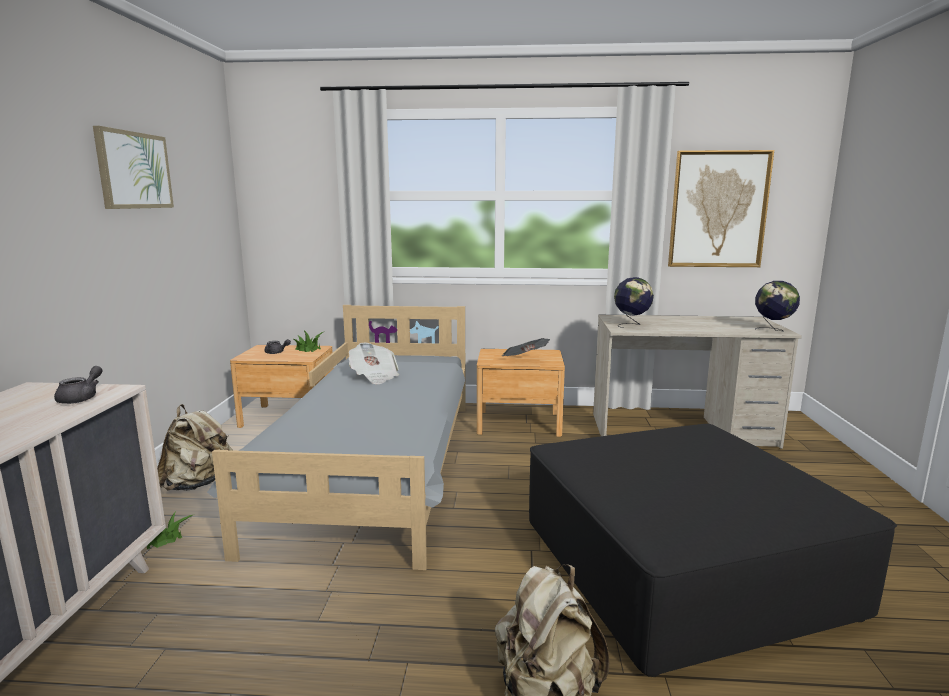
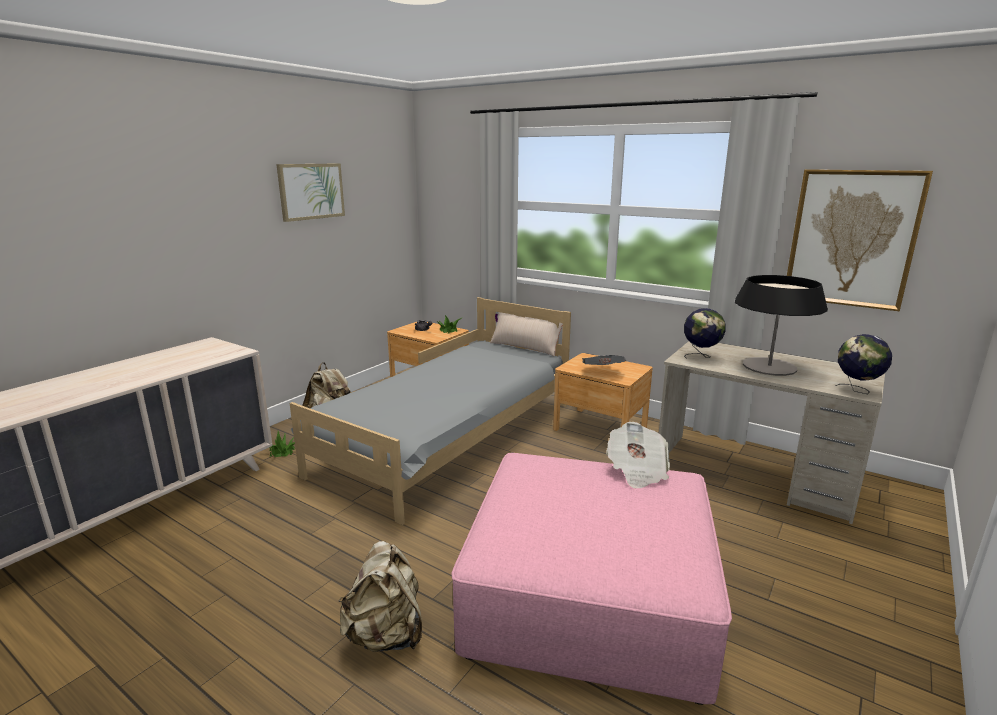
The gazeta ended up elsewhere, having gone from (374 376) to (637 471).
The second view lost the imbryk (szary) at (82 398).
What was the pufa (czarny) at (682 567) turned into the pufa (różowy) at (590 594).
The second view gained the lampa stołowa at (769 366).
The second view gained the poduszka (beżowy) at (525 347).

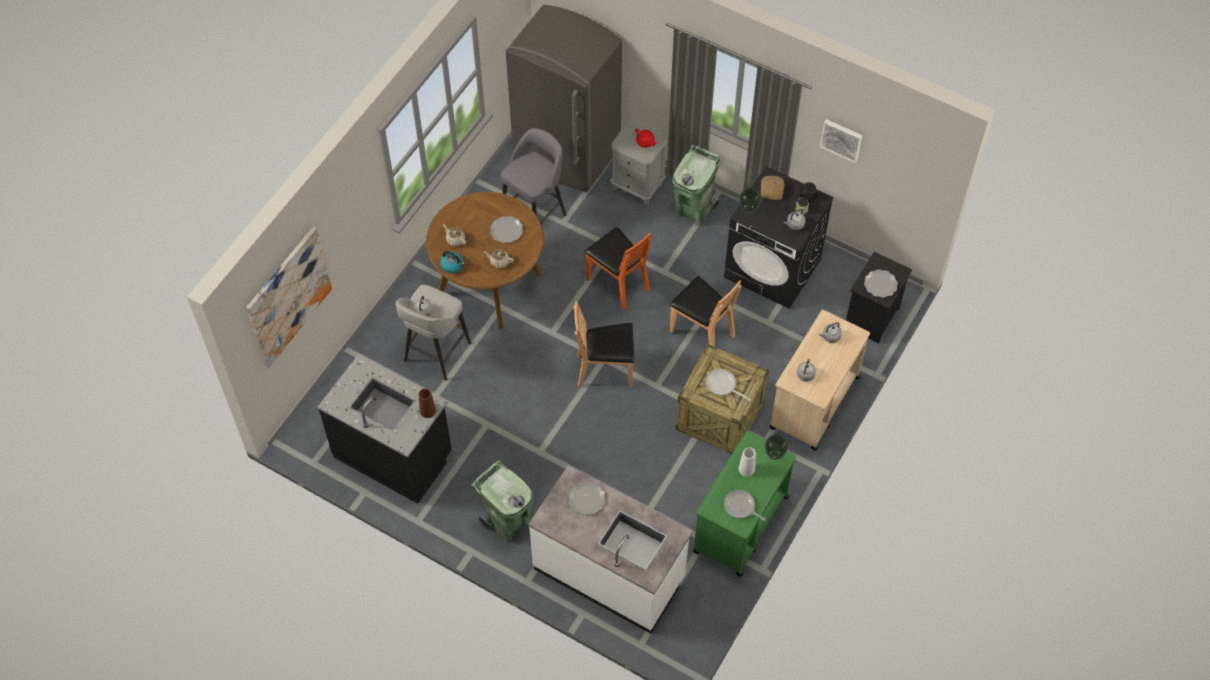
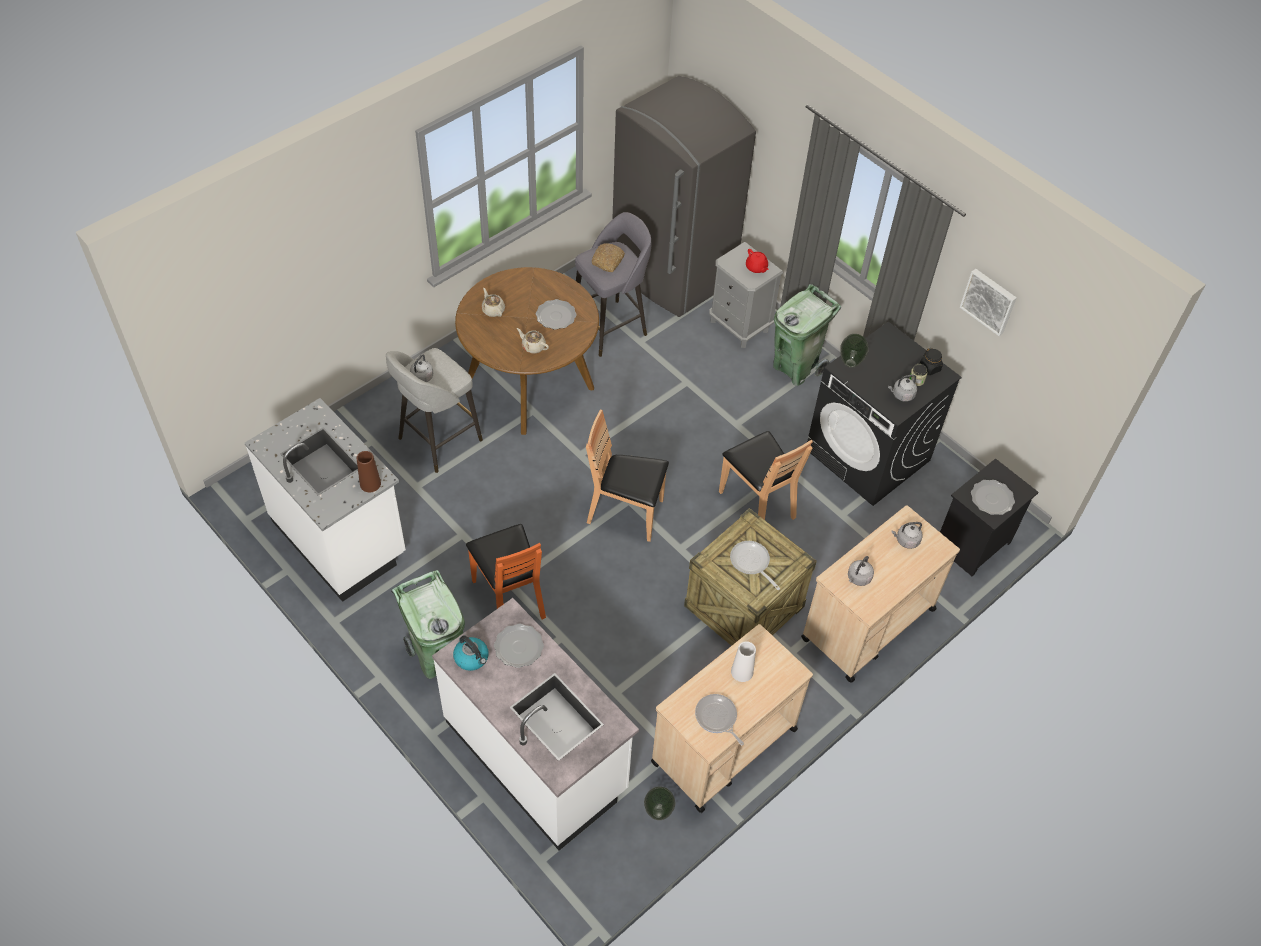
The chleb ended up elsewhere, having gone from (772 190) to (608 261).
The second view lost the obraz at (288 296).
The krzesło (pomarańczowy) ended up elsewhere, having gone from (618 283) to (509 597).
The czajnik ended up elsewhere, having gone from (453 265) to (472 658).
What was the zabudowa kuchenna (czarny) at (394 455) turned into the zabudowa kuchenna (biały) at (340 538).
What was the wózek (zielony) at (740 525) turned into the wózek (beżowy) at (723 746).
The wazon ended up elsewhere, having gone from (774 455) to (657 812).

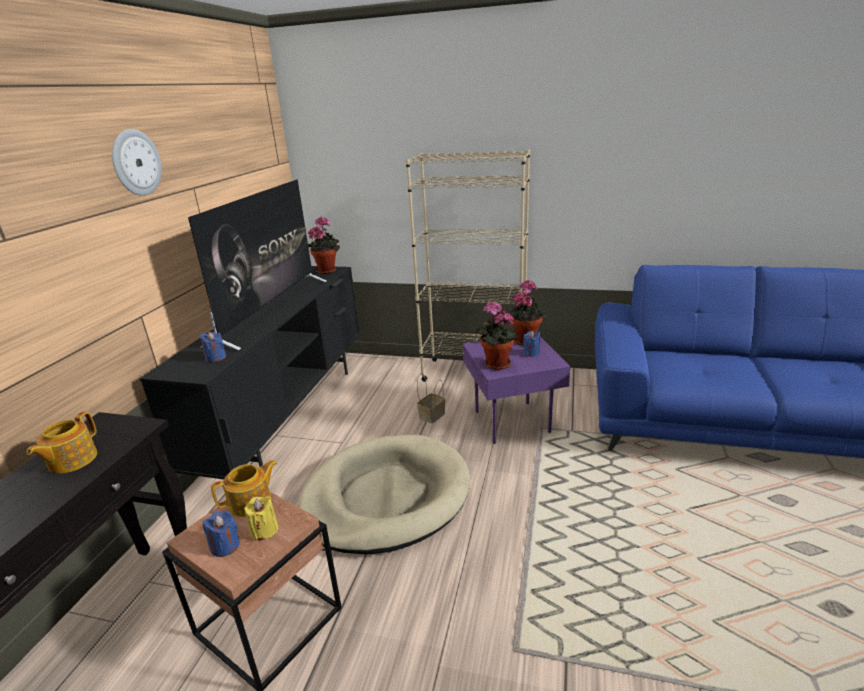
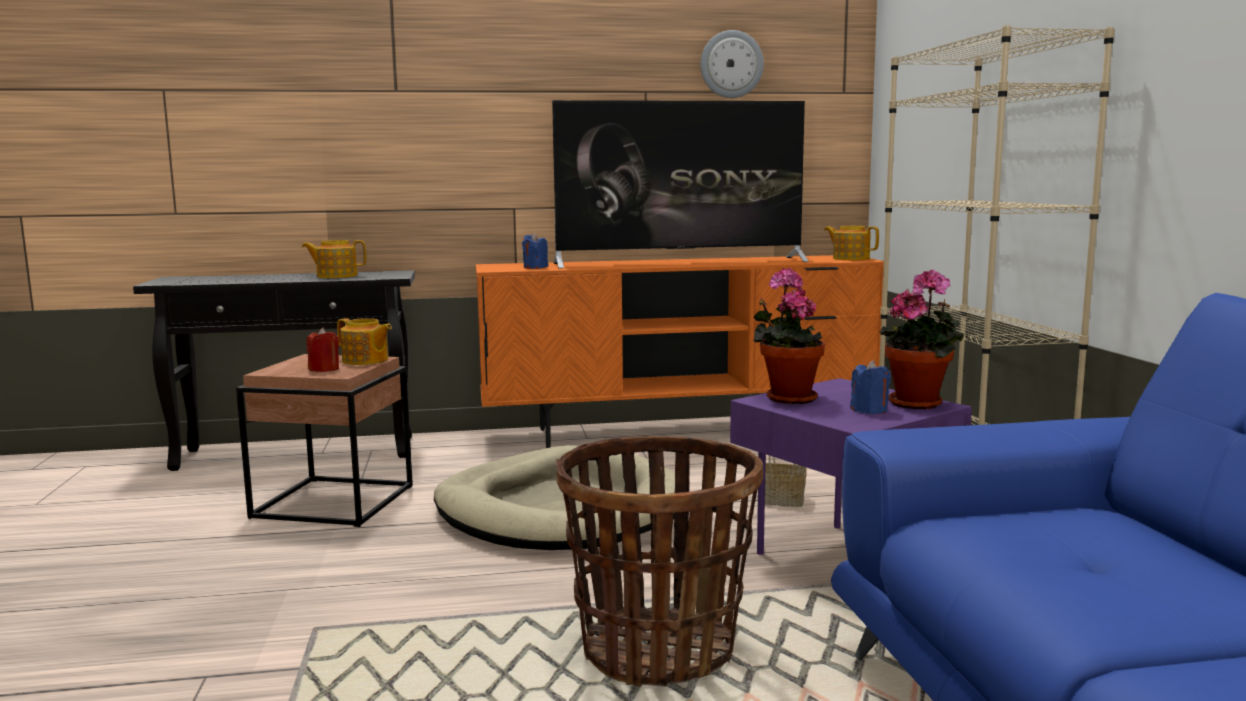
The zegar ścienny ended up elsewhere, having gone from (136 162) to (731 64).
Where the roślina doniczkowa stood at (327 270), the imbryk came to stand at (850 258).
What was the szafka pod telewizor (czarny) at (290 415) turned into the szafka pod telewizor (pomarańczowy) at (681 432).
What was the świeca (żółty) at (264 530) turned into the świeca (czerwony) at (324 369).
The second view lost the świeca (niebieski) at (225 546).
The second view gained the koszyk at (658 650).

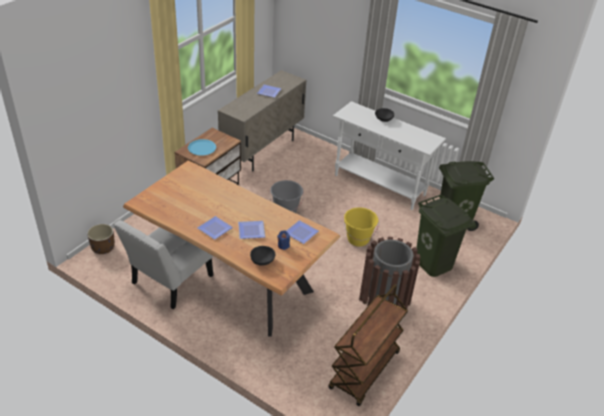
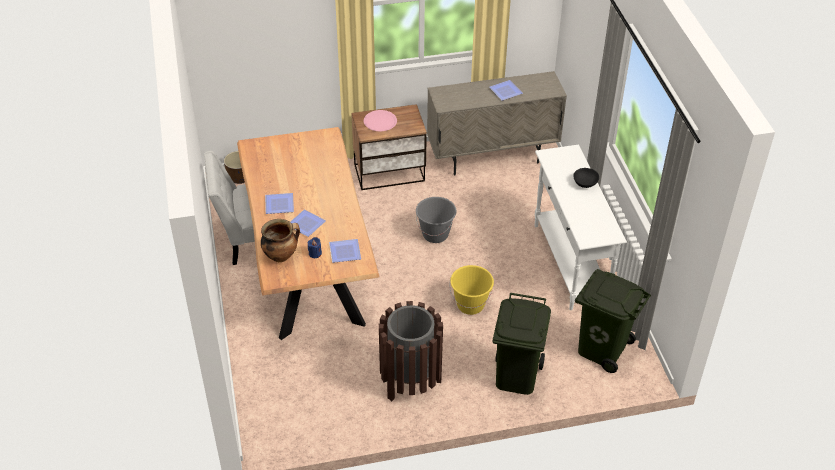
What was the talerz (niebieski) at (202 148) turned into the talerz (różowy) at (380 121).
Where the miska (czarny) stood at (262 260), the garnek came to stand at (281 255).
The second view lost the wózek (brązowy) at (365 371).

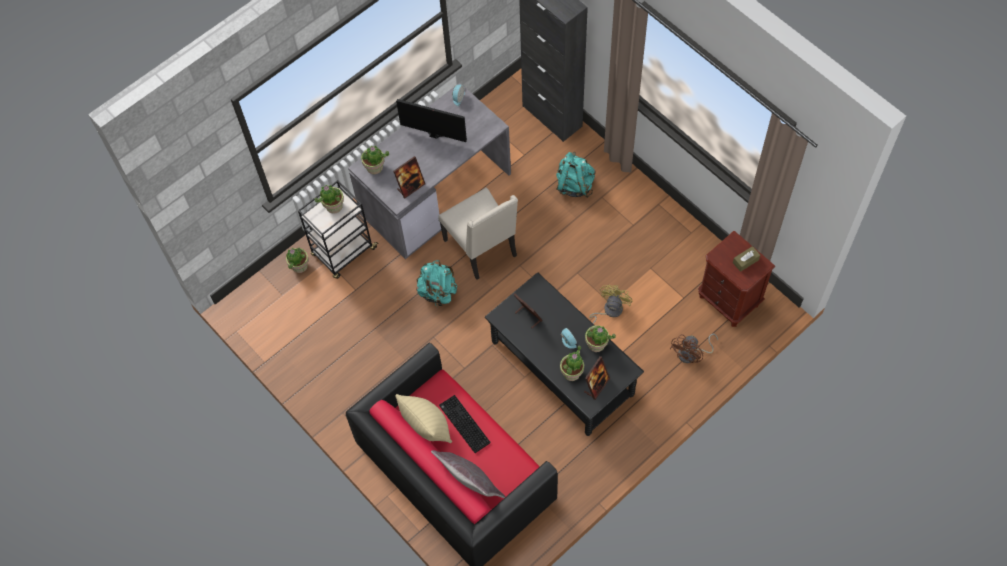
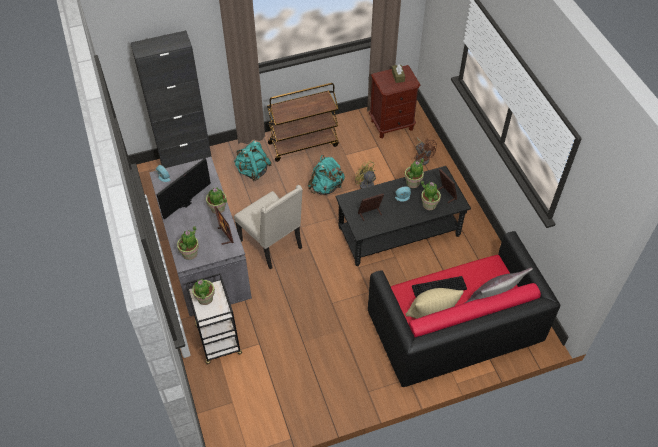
The krzesło (beżowy) at (482 248) ended up facing another way, 60 degrees clockwise from before.
The roślina doniczkowa ended up elsewhere, having gone from (299 266) to (218 208).
The plecak (turkusowy) ended up elsewhere, having gone from (438 292) to (326 187).
The second view gained the wózek (brązowy) at (303 144).

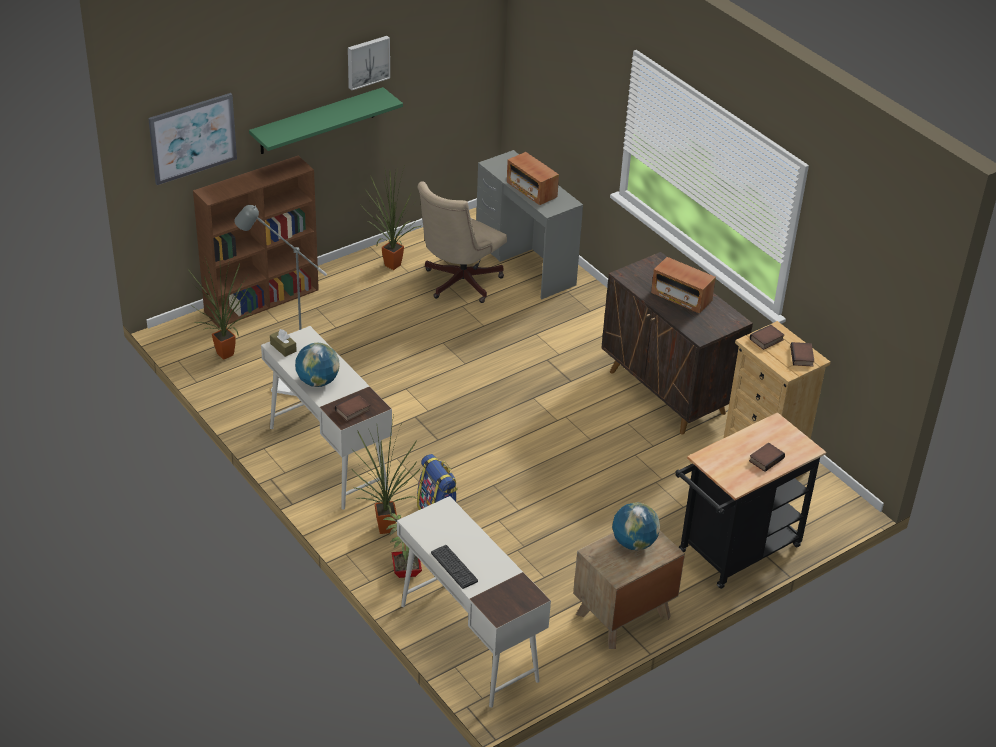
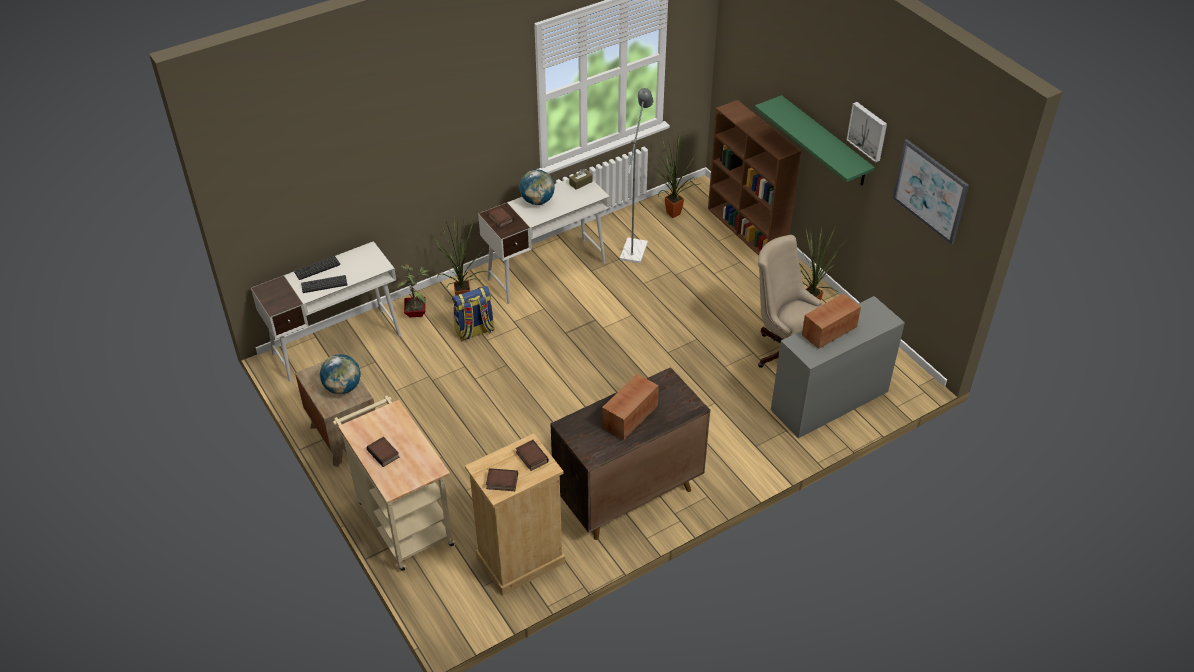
The obraz ended up elsewhere, having gone from (193 138) to (930 191).
What was the wózek (czarny) at (733 553) turned into the wózek (beżowy) at (402 520).
The second view gained the klawiatura at (324 284).

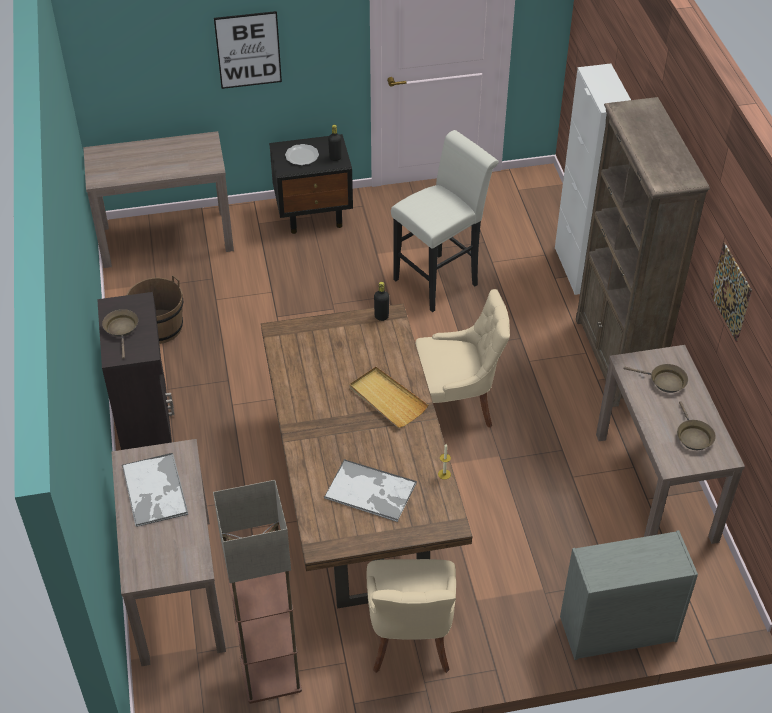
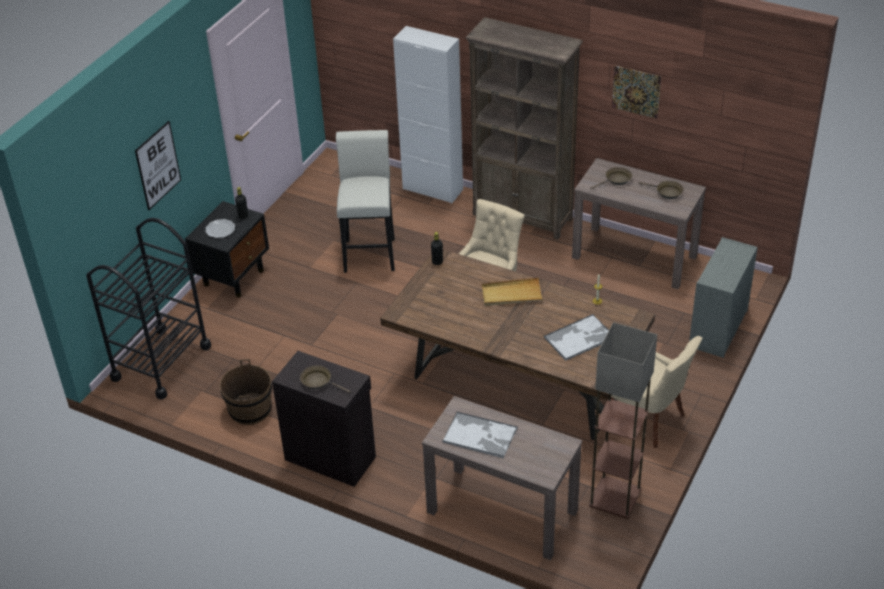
Where the stolik konsolowy (brązowy) stood at (167 238), the wózek (czarny) came to stand at (161 362).

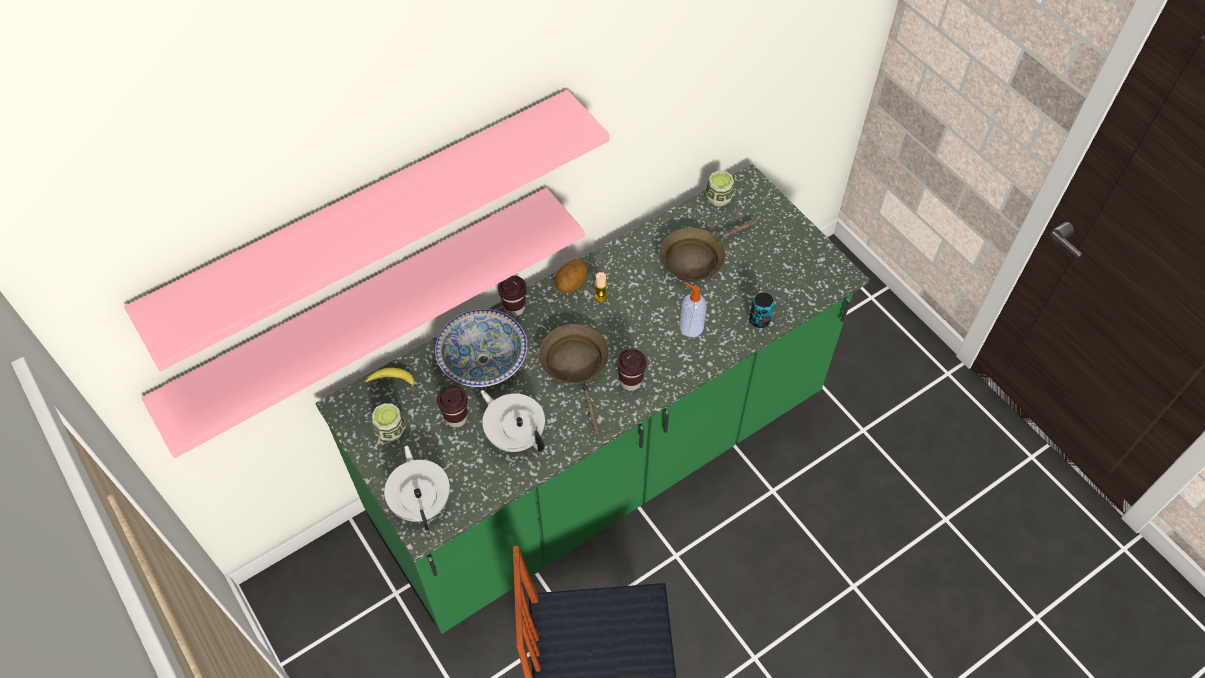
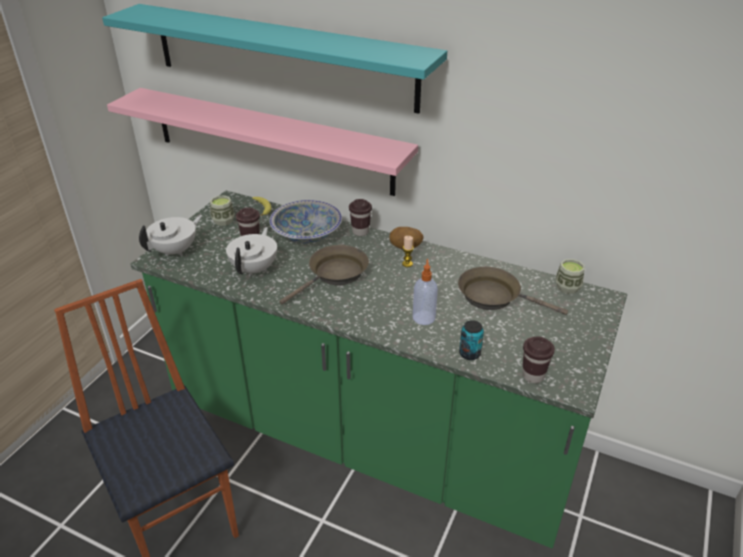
What was the półka (różowy) at (368 218) turned into the półka (turkusowy) at (281 56).
The filiżanka (brązowy) ended up elsewhere, having gone from (630 382) to (533 376).

